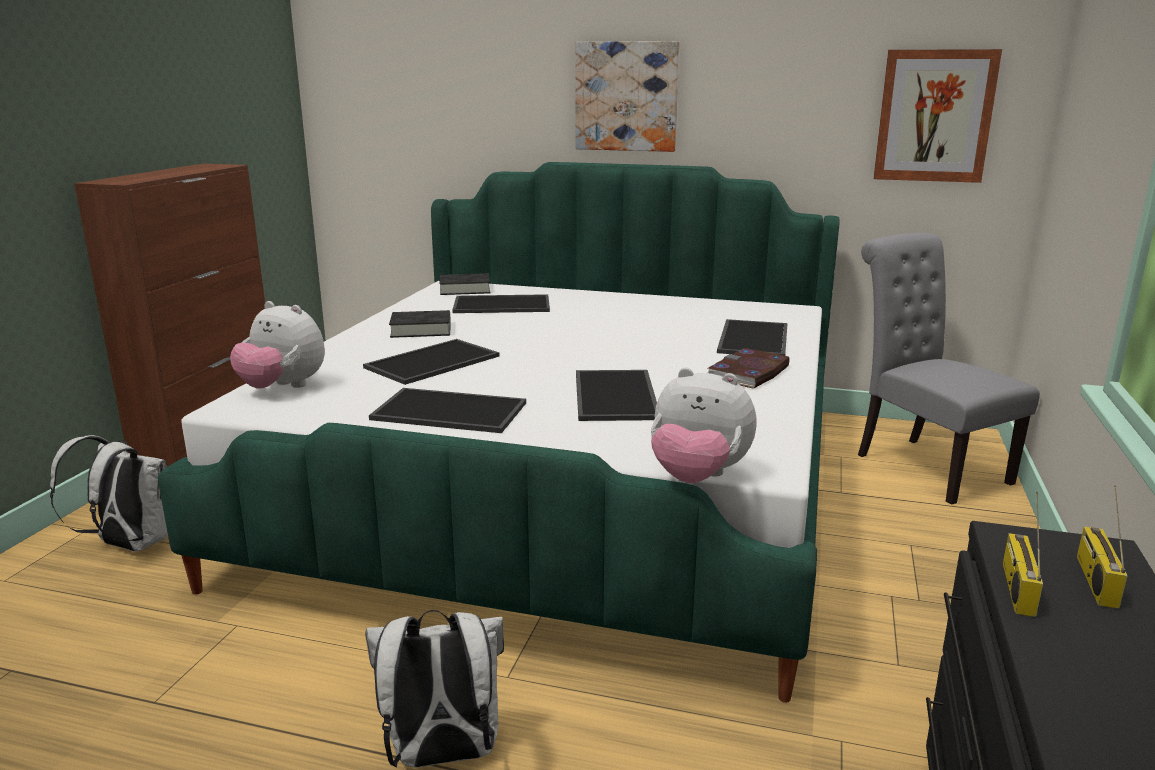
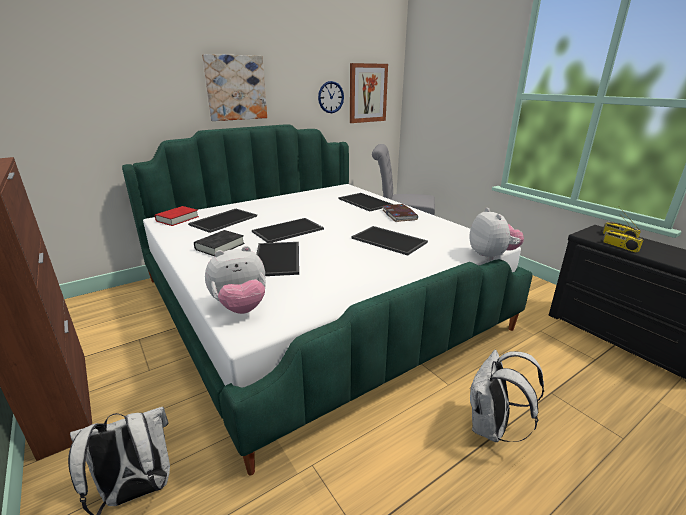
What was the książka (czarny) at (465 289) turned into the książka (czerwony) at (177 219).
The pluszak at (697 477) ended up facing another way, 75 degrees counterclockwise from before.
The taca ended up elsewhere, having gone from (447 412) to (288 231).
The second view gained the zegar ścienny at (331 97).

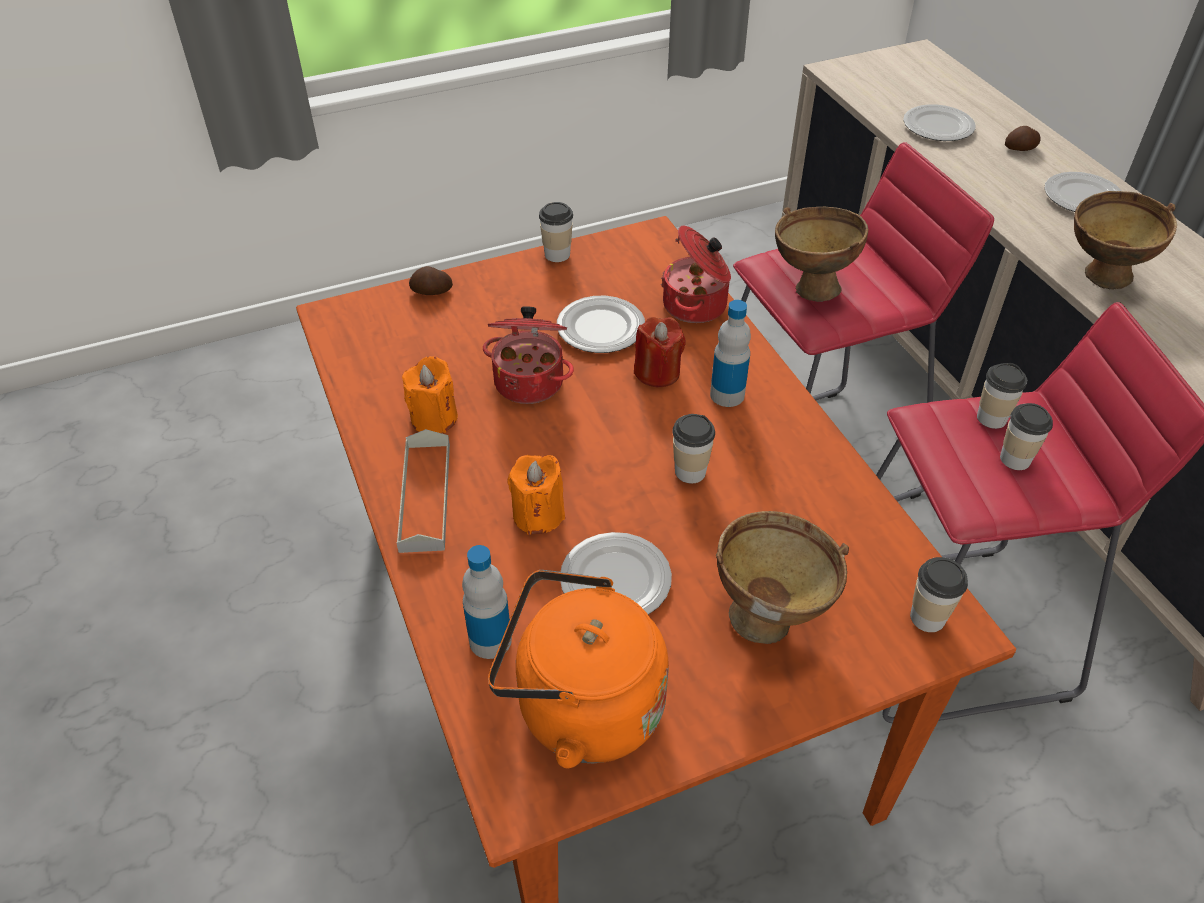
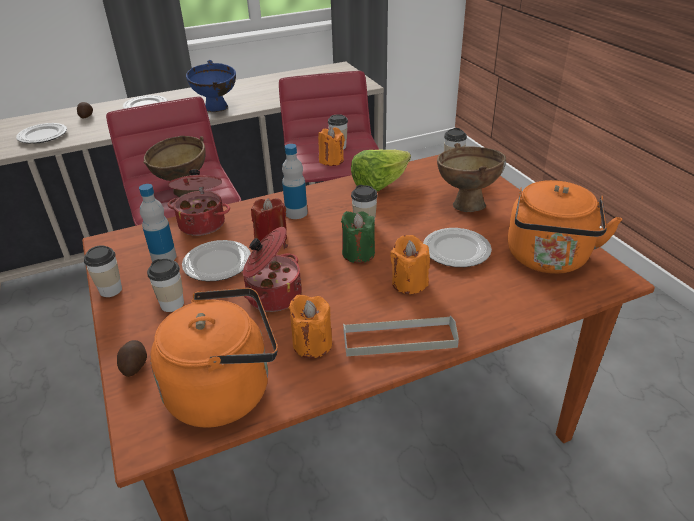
What was the miska (brązowy) at (1099 278) turned into the miska (niebieski) at (217 109).
The filiżanka ended up elsewhere, having gone from (991 418) to (172 304).
The butelka ended up elsewhere, having gone from (490 640) to (164 257).
The second view gained the świeca (pomarańczowy) at (331 160).
The second view gained the sałata at (379 184).
The second view gained the świeca (zielony) at (358 253).
The second view gained the czajnik (pomarańczowy) at (226 390).

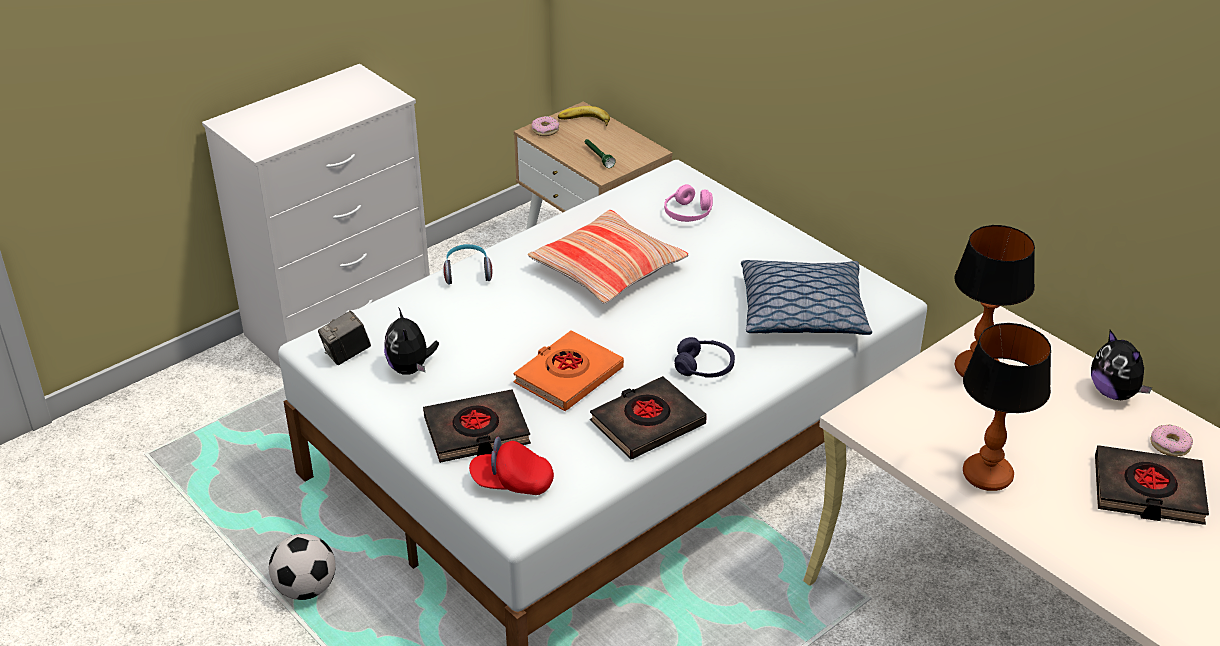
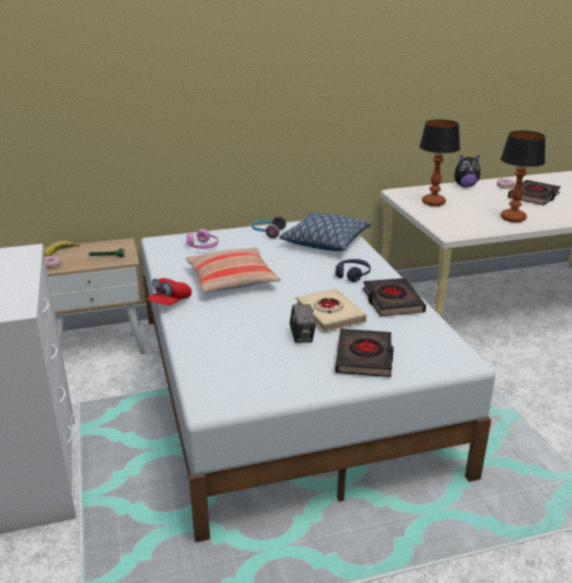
The słuchawki ended up elsewhere, having gone from (467 271) to (267 232).
The second view lost the pluszak at (411 368).
The aparat fotograficzny ended up elsewhere, having gone from (347 354) to (302 337).
What was the książka (pomarańczowy) at (568 376) turned into the książka (beżowy) at (329 314).
The czapka z daszkiem (czerwony) ended up elsewhere, having gone from (512 483) to (170 302).
The second view lost the piłka futbolowa at (306 588).

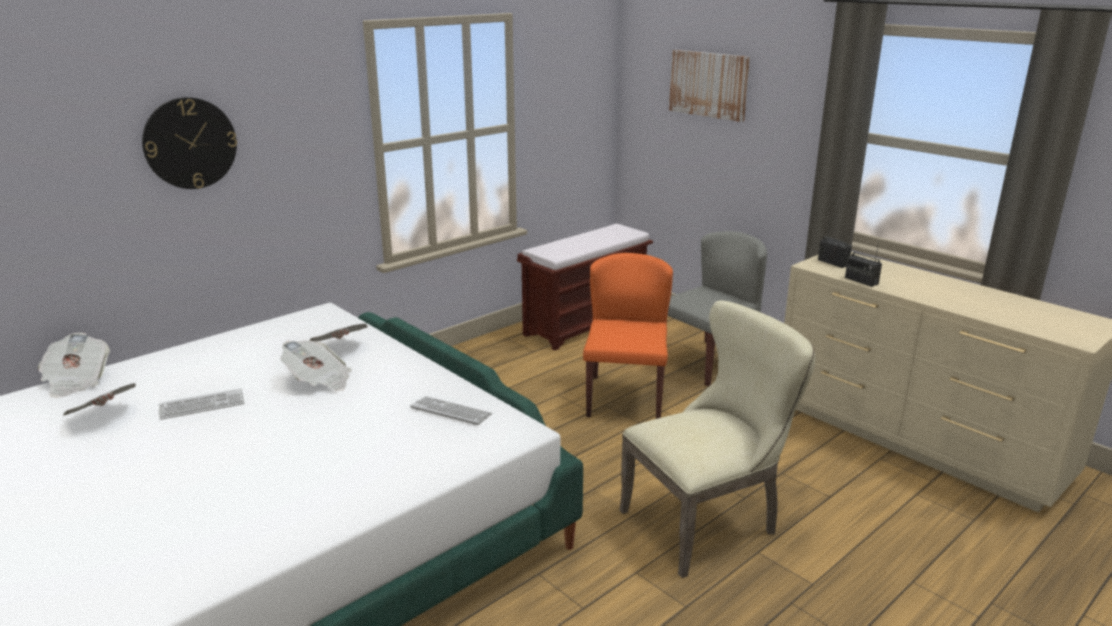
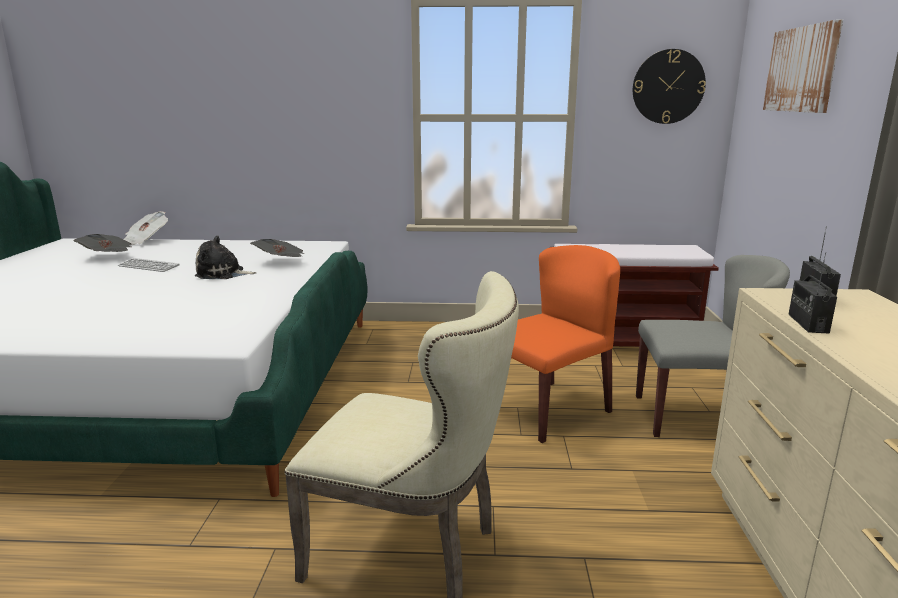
The zegar ścienny ended up elsewhere, having gone from (190 143) to (668 87).
Where the gazeta stood at (319 381), the pluszak came to stand at (223 274).
The second view lost the klawiatura at (451 411).

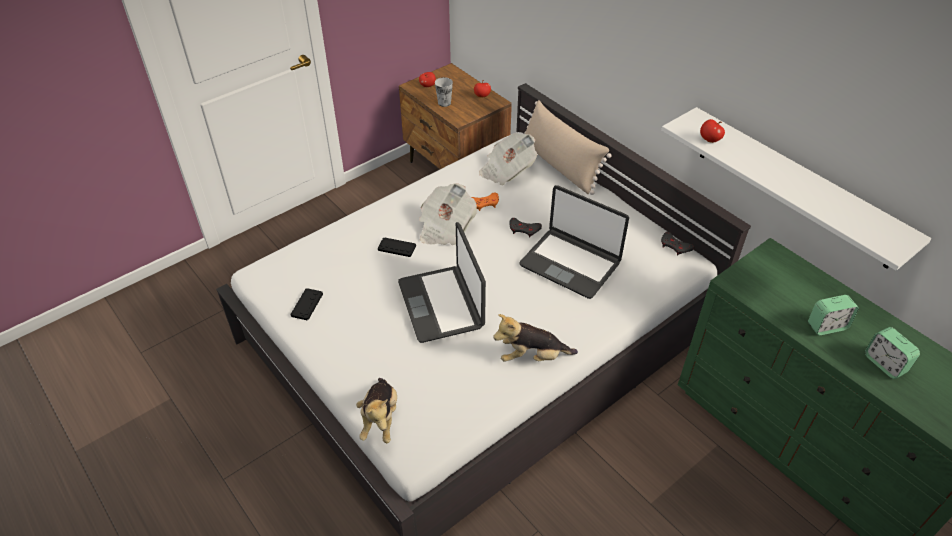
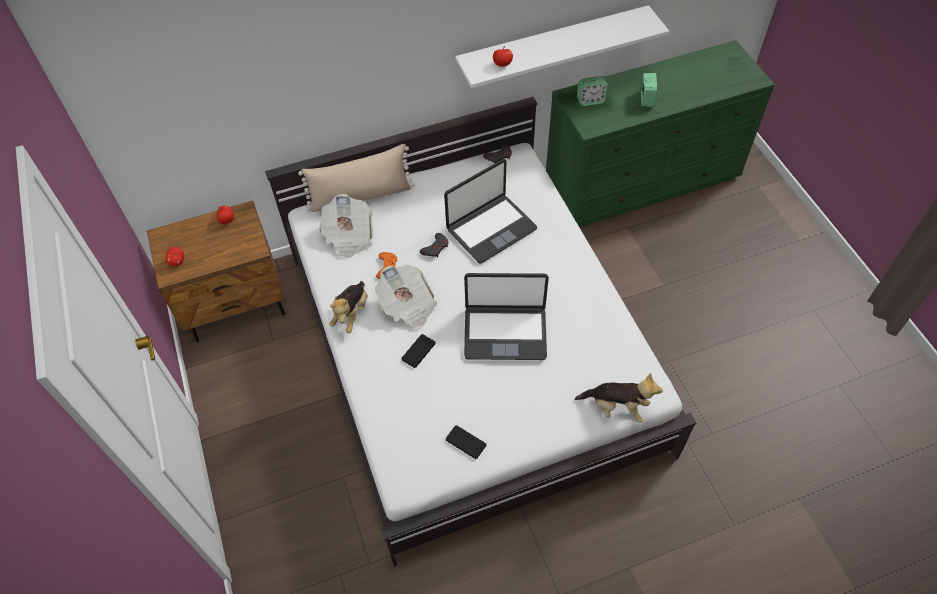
The second view lost the filiżanka at (444 103).
The pluszak ended up elsewhere, having gone from (532 357) to (351 313).
The budzik ended up elsewhere, having gone from (884 364) to (591 100).

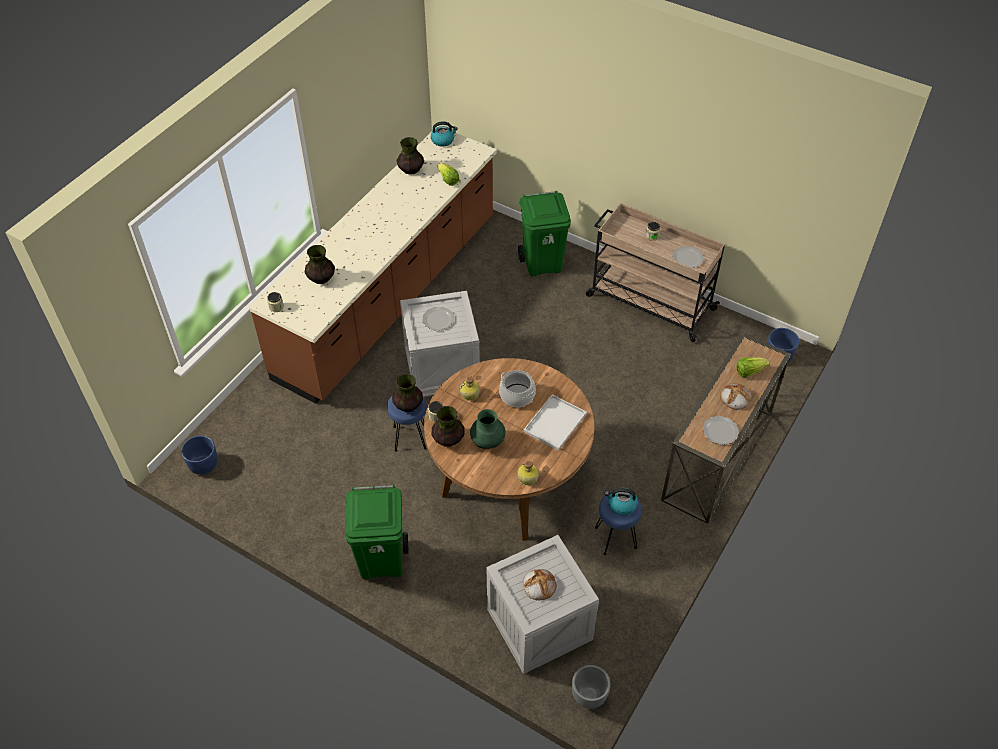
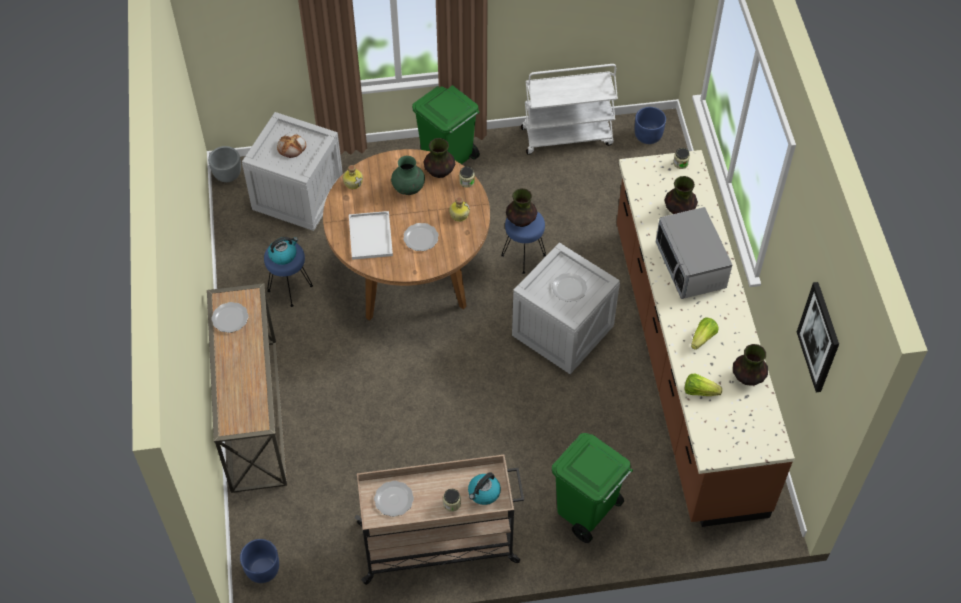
The czajnik ended up elsewhere, having gone from (443 140) to (484 493).
The sałata ended up elsewhere, having gone from (749 371) to (703 338).
Where the garnek stood at (517 396), the talerz came to stand at (421 238).
The second view lost the chleb at (734 398).
The second view gained the wózek (biały) at (567 136).
The second view gained the mikrofalówka at (691 266).
The second view gained the obraz at (819 337).

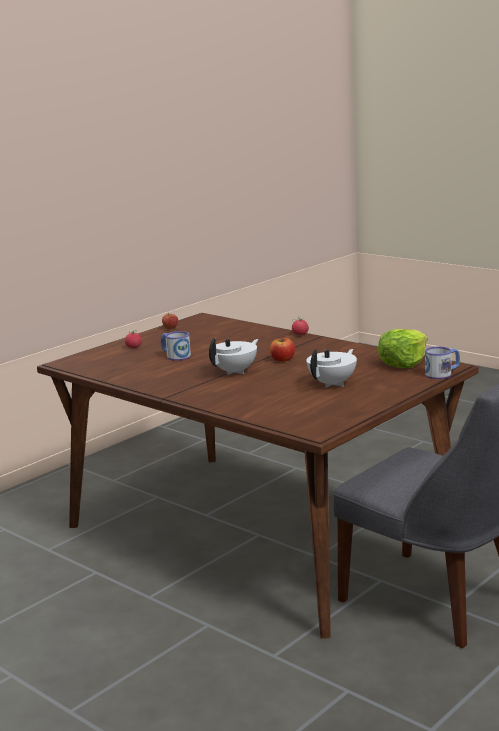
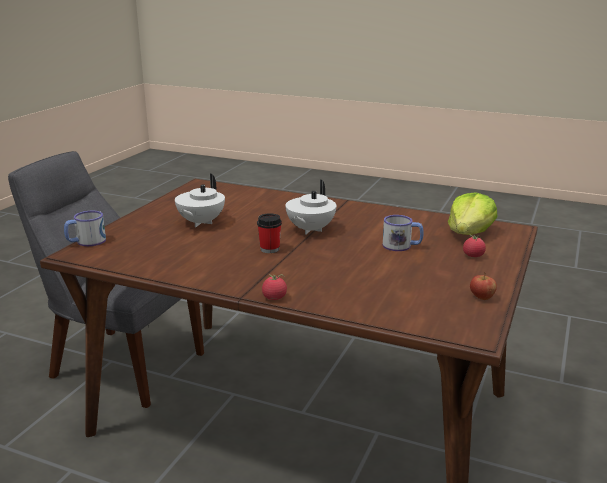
The sałata ended up elsewhere, having gone from (403 363) to (469 233).
Where the jabłko stood at (282 360), the filiżanka came to stand at (269 249).

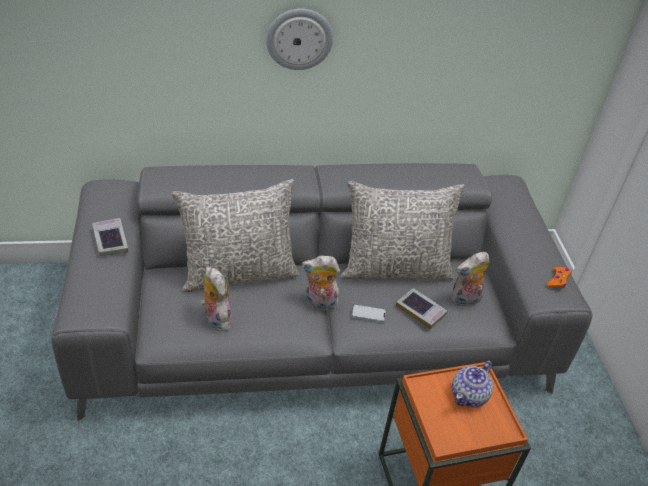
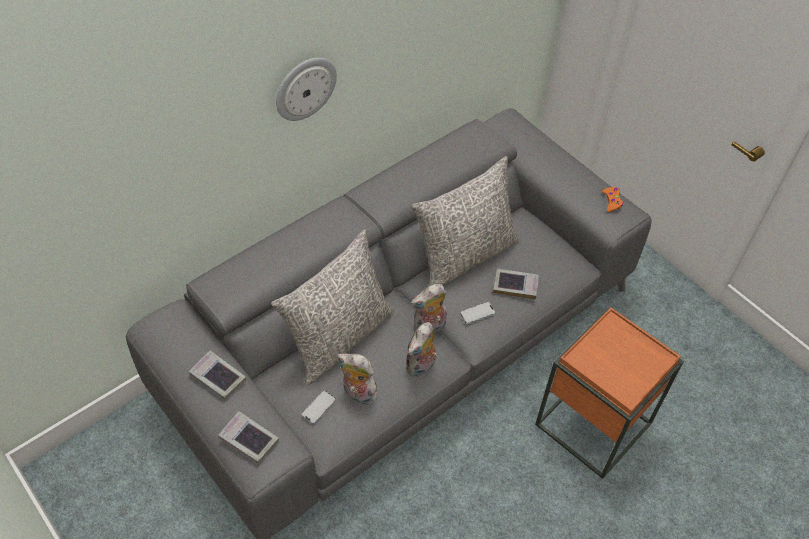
The pluszak ended up elsewhere, having gone from (465 300) to (421 367).
The second view lost the imbryk at (469 395).
The second view gained the telefon at (319 407).
The second view gained the książka at (249 440).

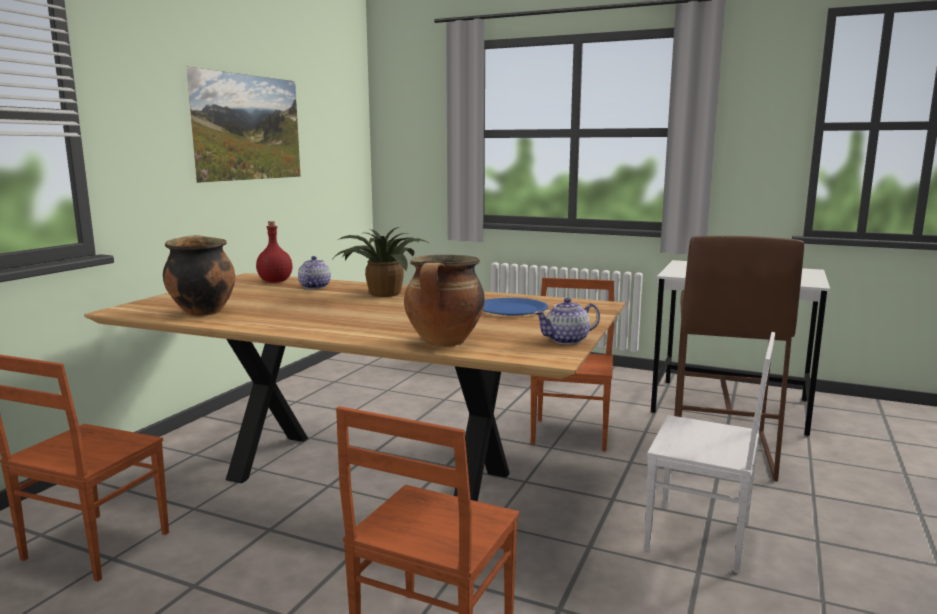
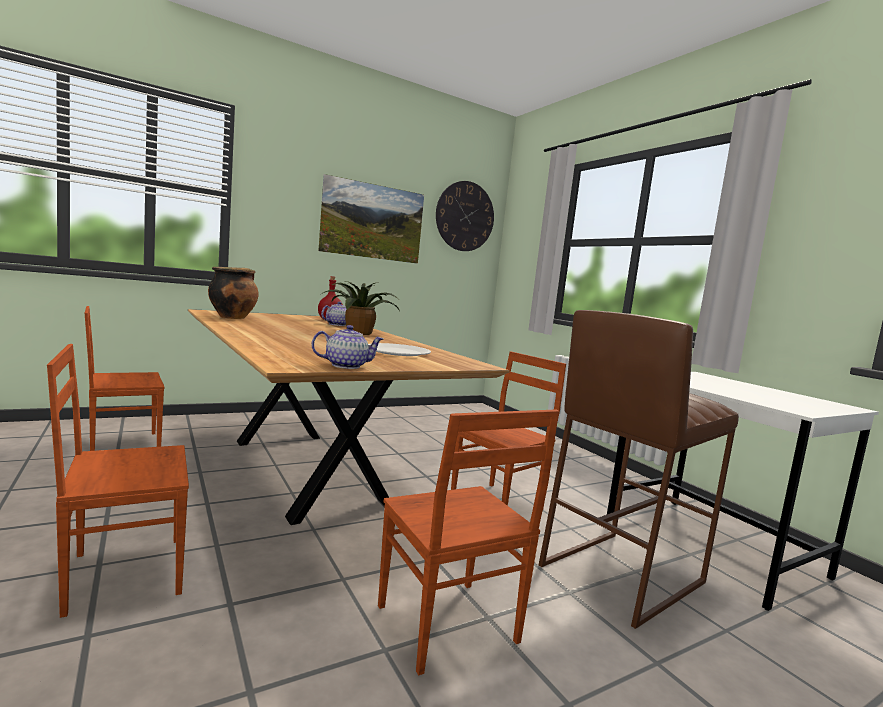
The second view lost the garnek at (445 343).
What was the talerz (niebieski) at (511 309) turned into the talerz (biały) at (398 352).
The imbryk at (566 340) ended up facing another way, 150 degrees clockwise from before.
What was the krzesło (biały) at (700 537) turned into the krzesło (brązowy) at (446 626).
The second view gained the zegar ścienny at (465 216).

